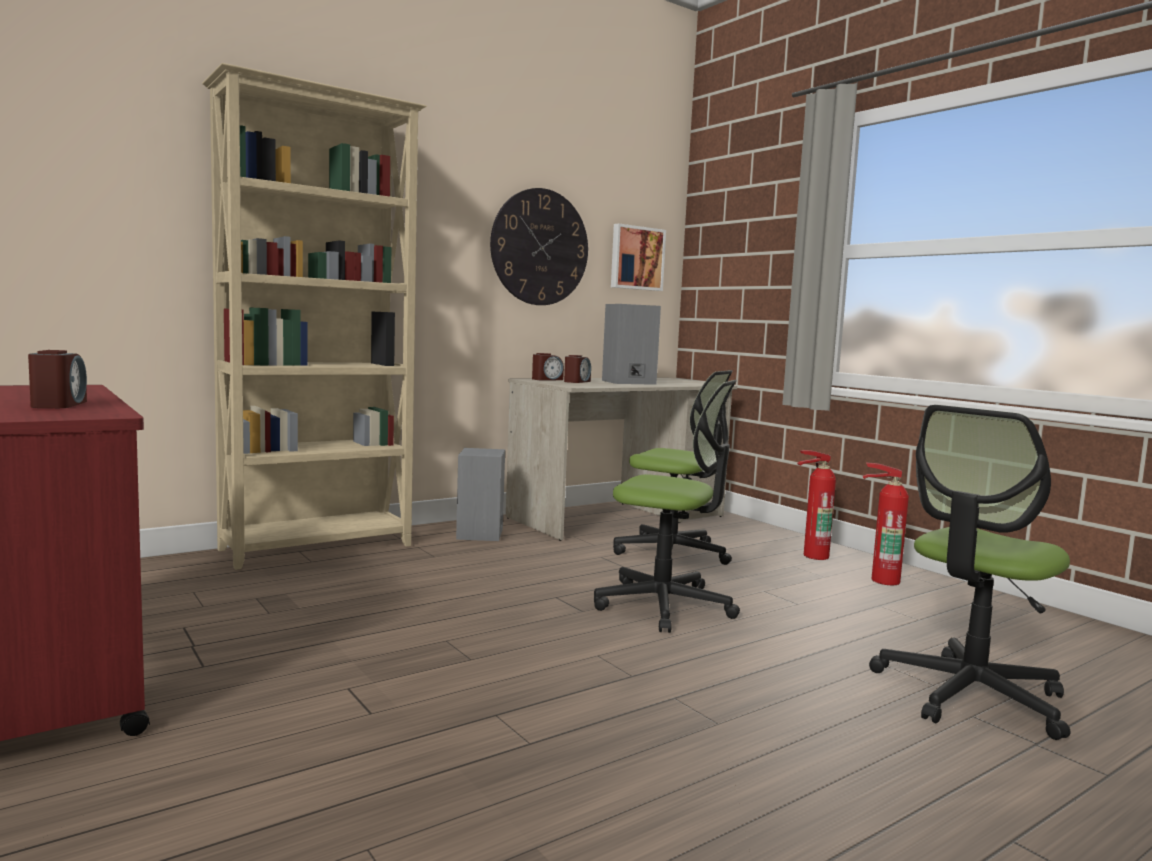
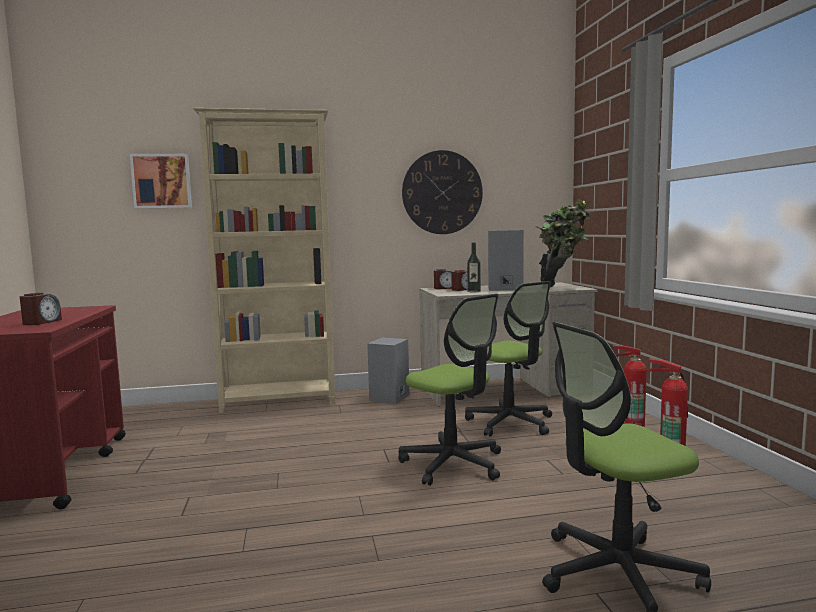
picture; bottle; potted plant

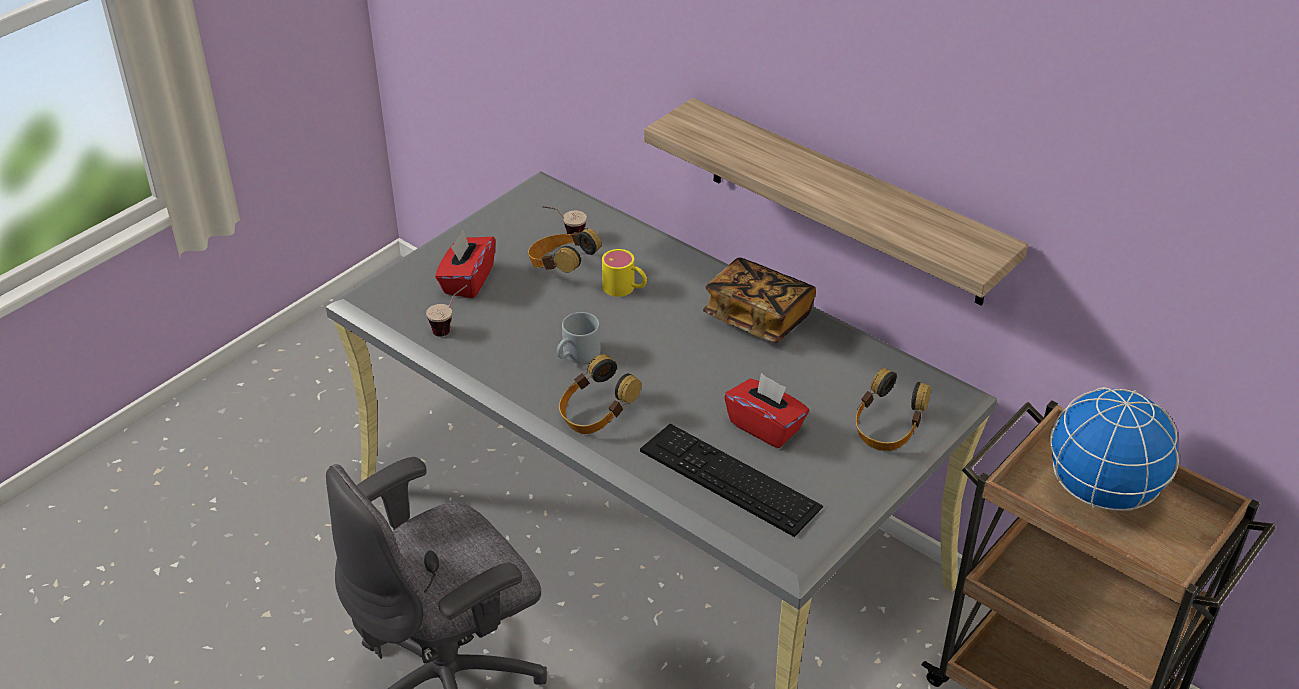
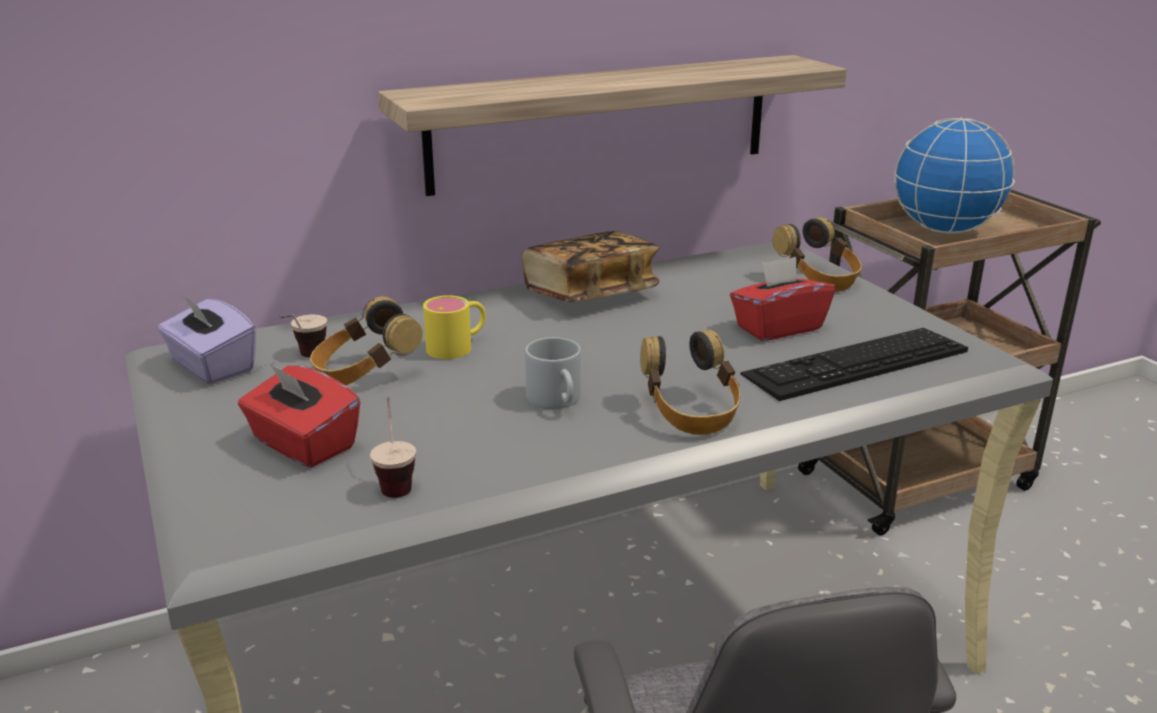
purple tissue box

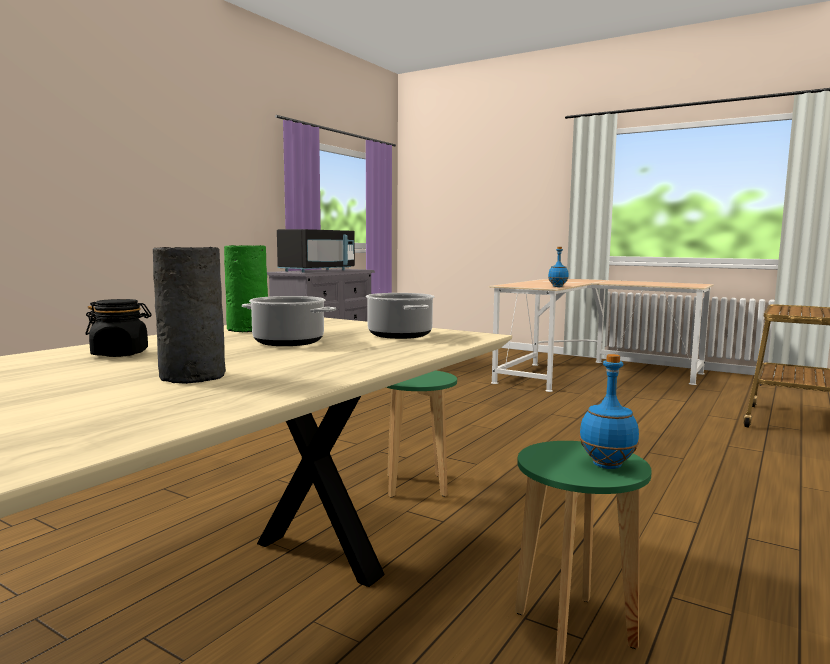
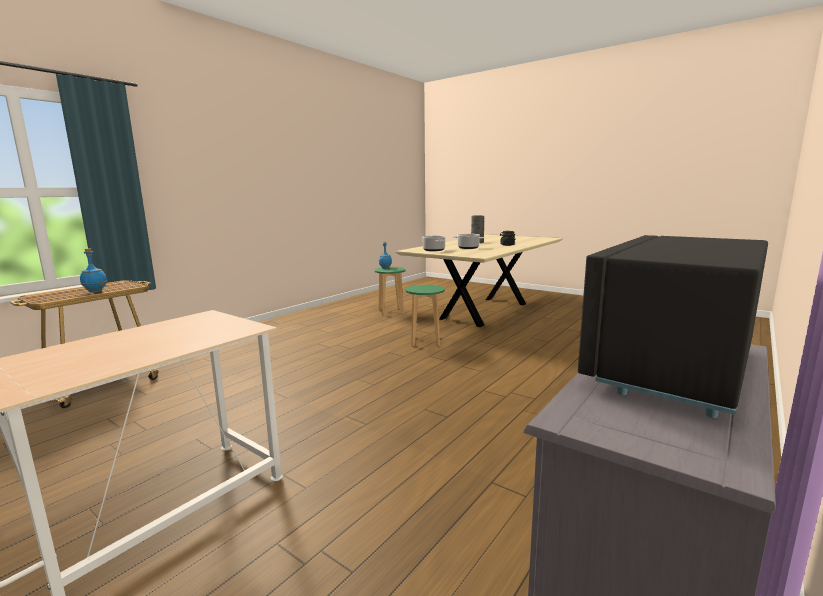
green vase; blue bottle (no. 1 from left)

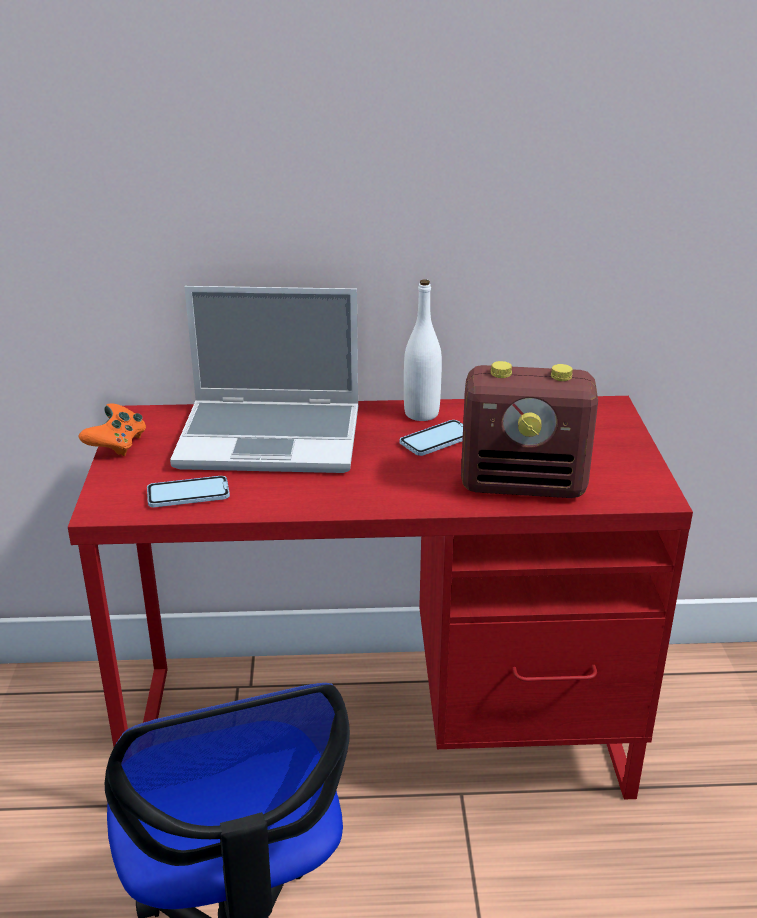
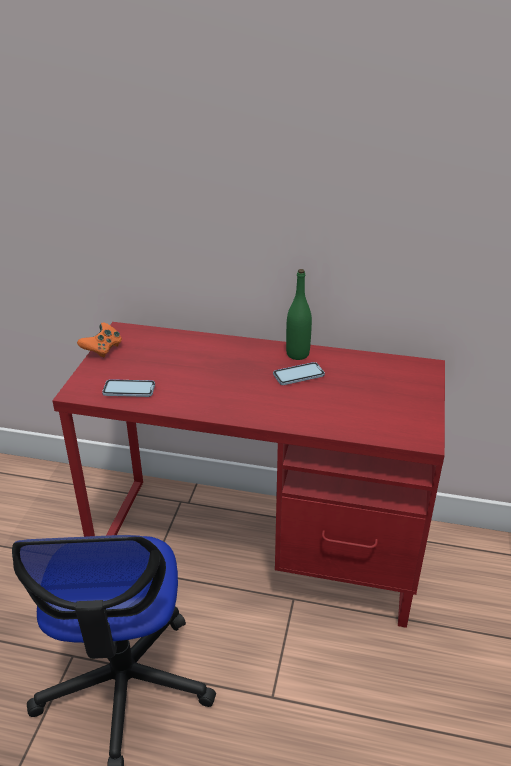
laptop; green bottle; radio

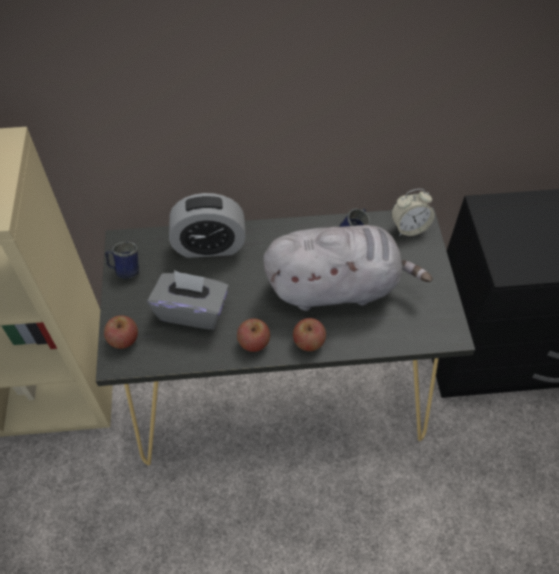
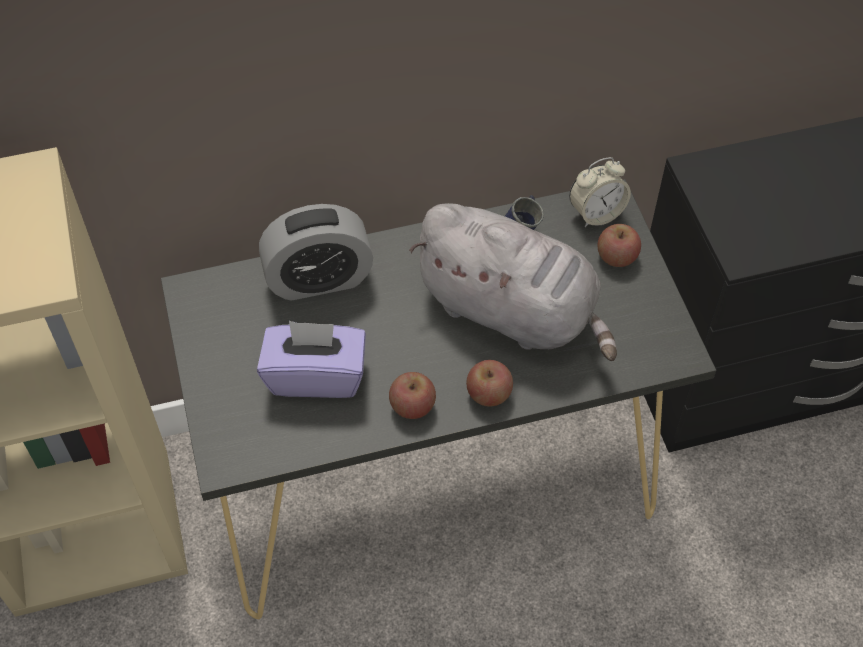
apple (no. 3 from left); blue mug (no. 1 from left in the first image); purple tissue box; grey plush toy

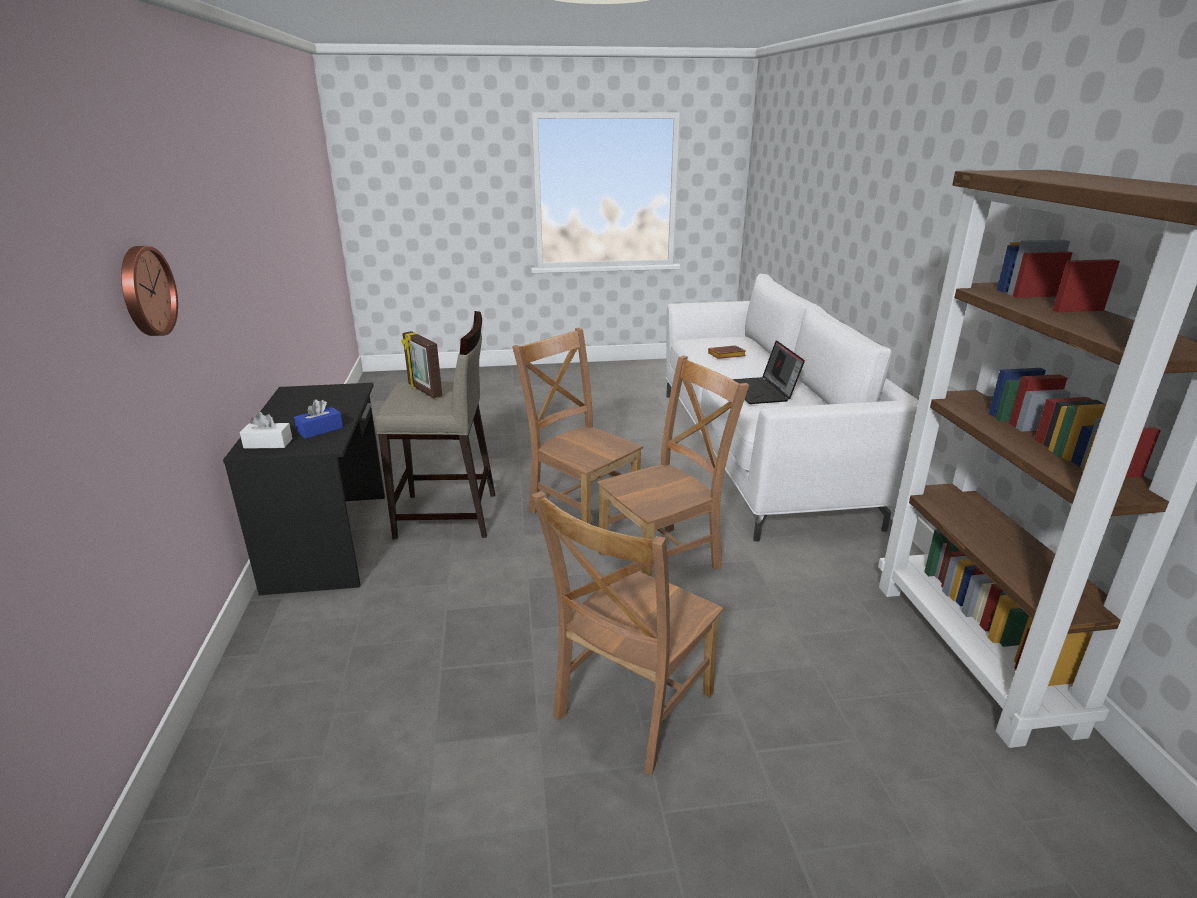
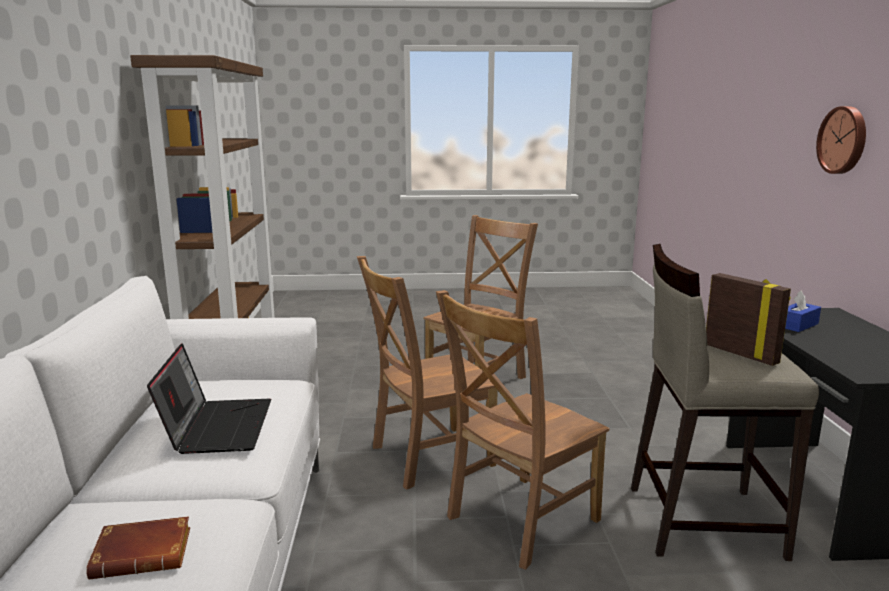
white tissue box; brown chair (no. 3 from left)

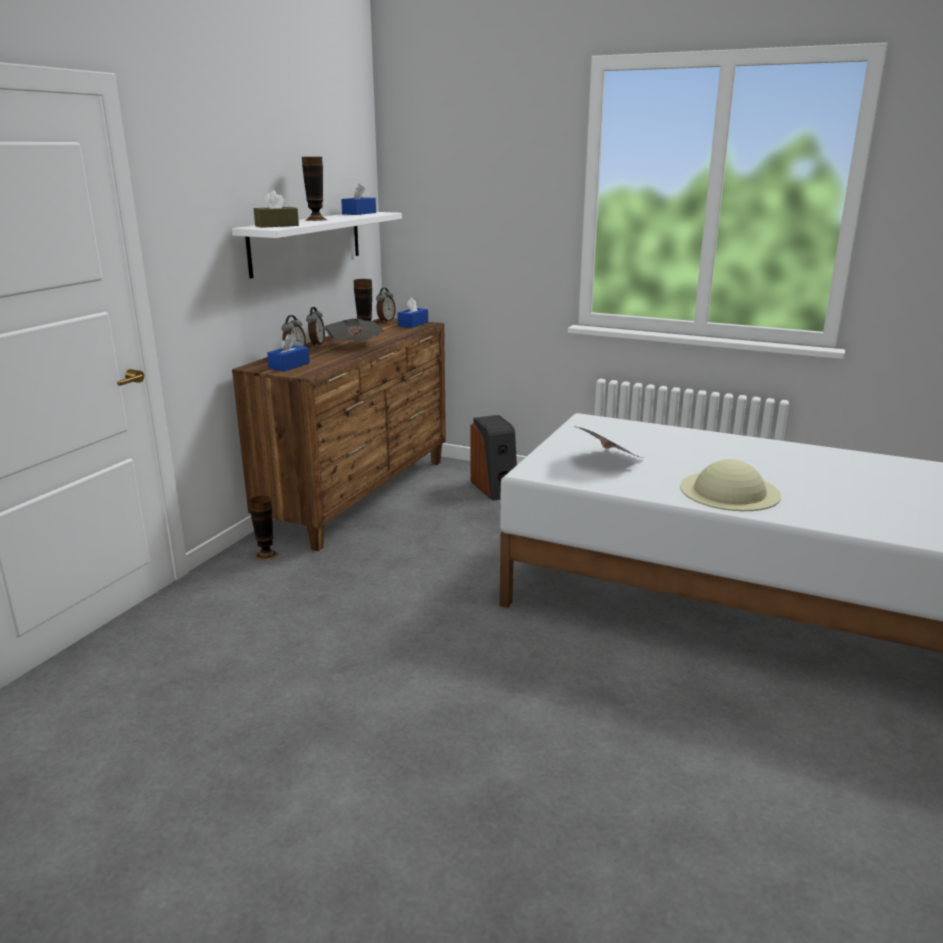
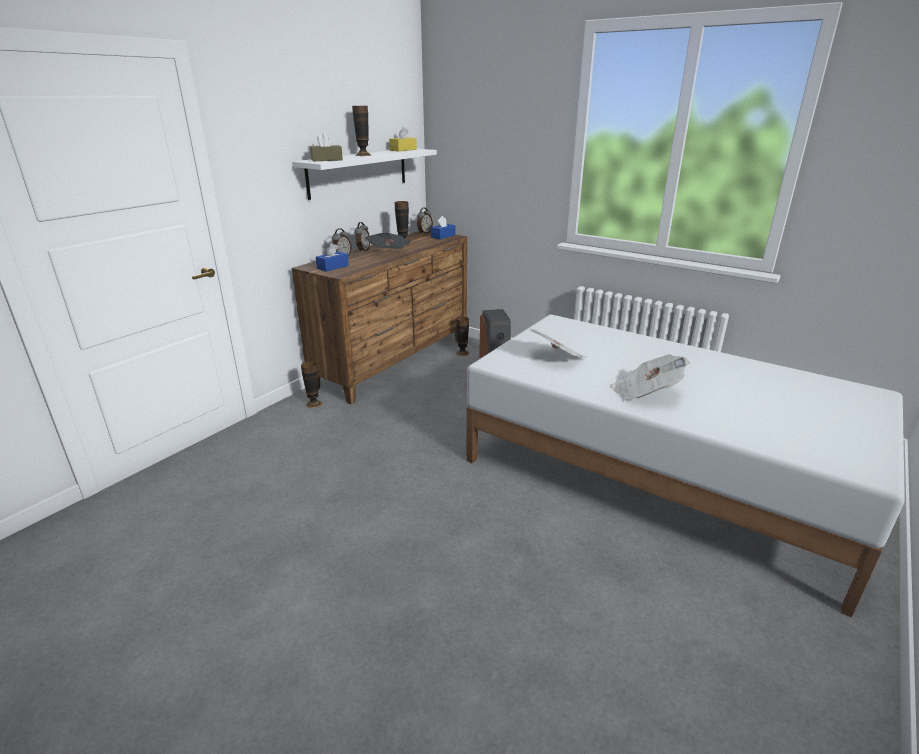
yellow tissue box; newspaper (no. 3 from left); vase (no. 4 from left)

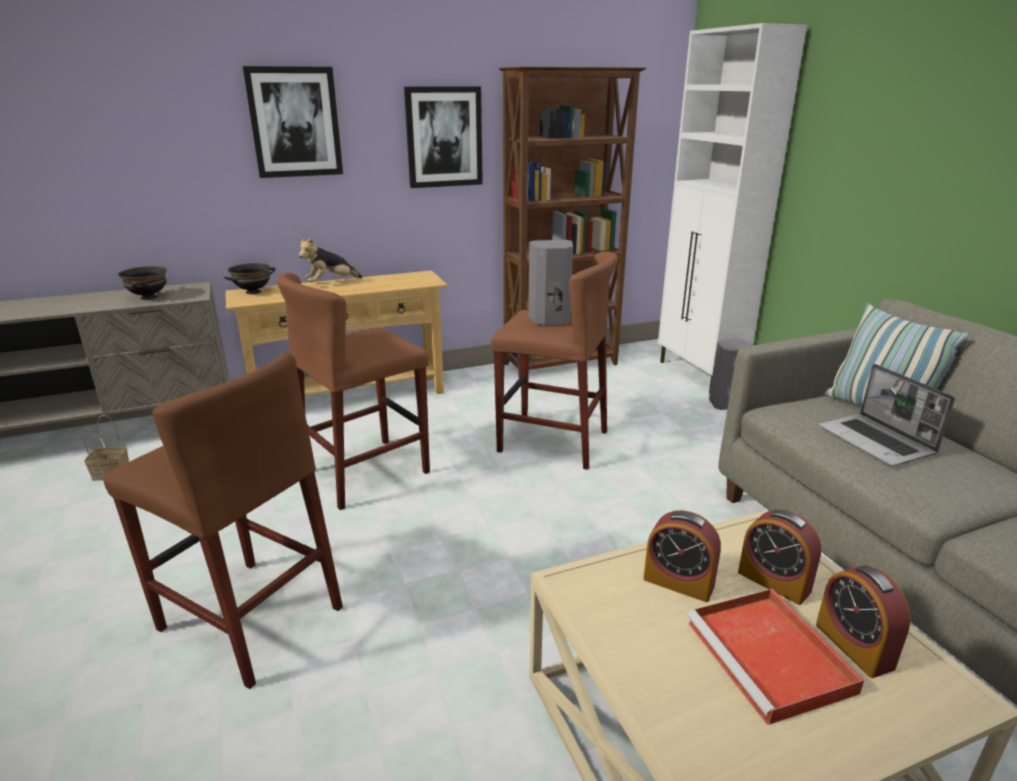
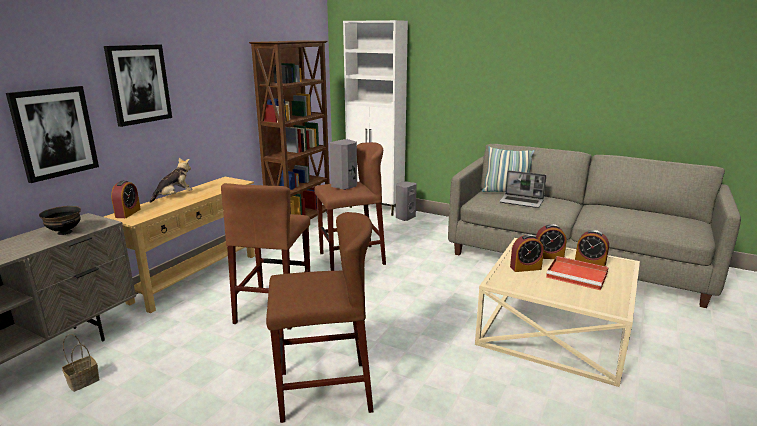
alarm clock (no. 1 from left); plush toy; picture (no. 1 from left)

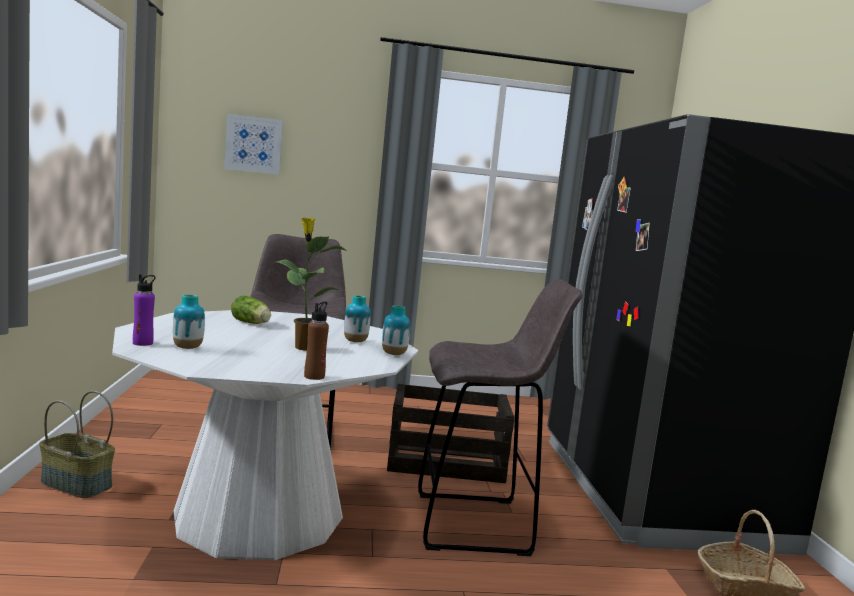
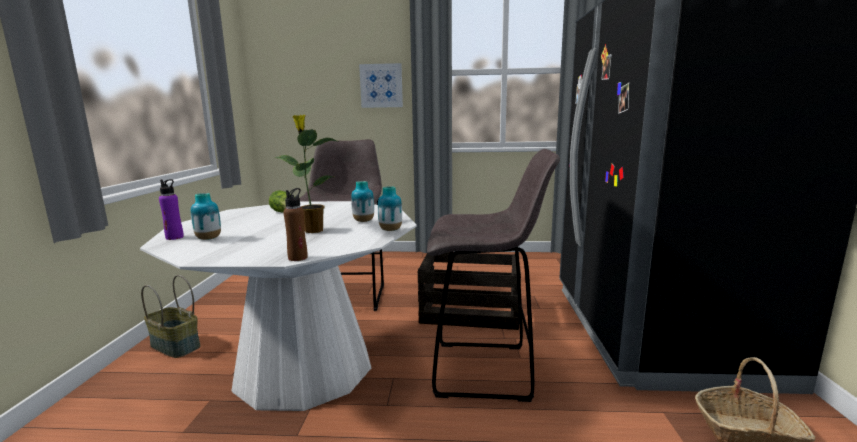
picture

